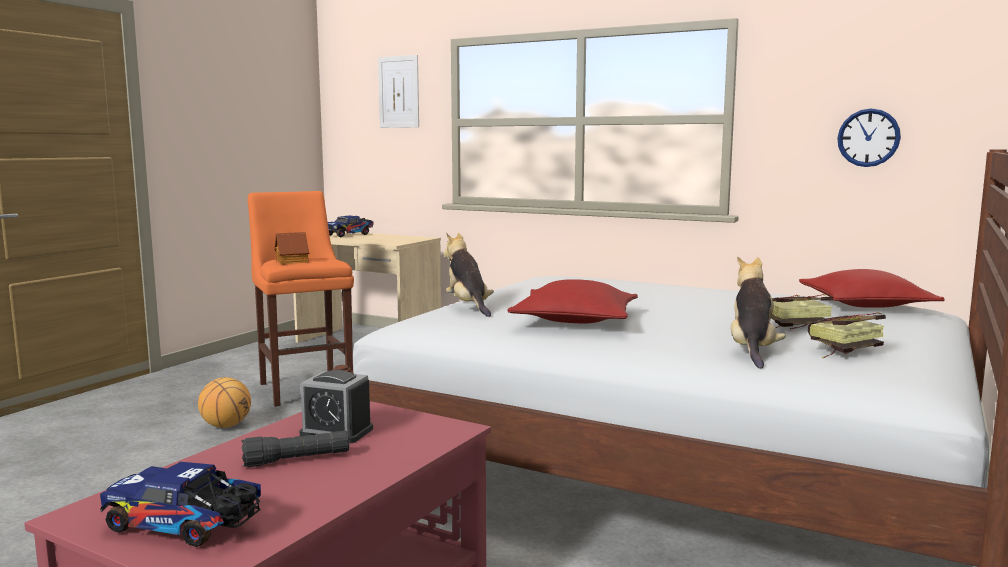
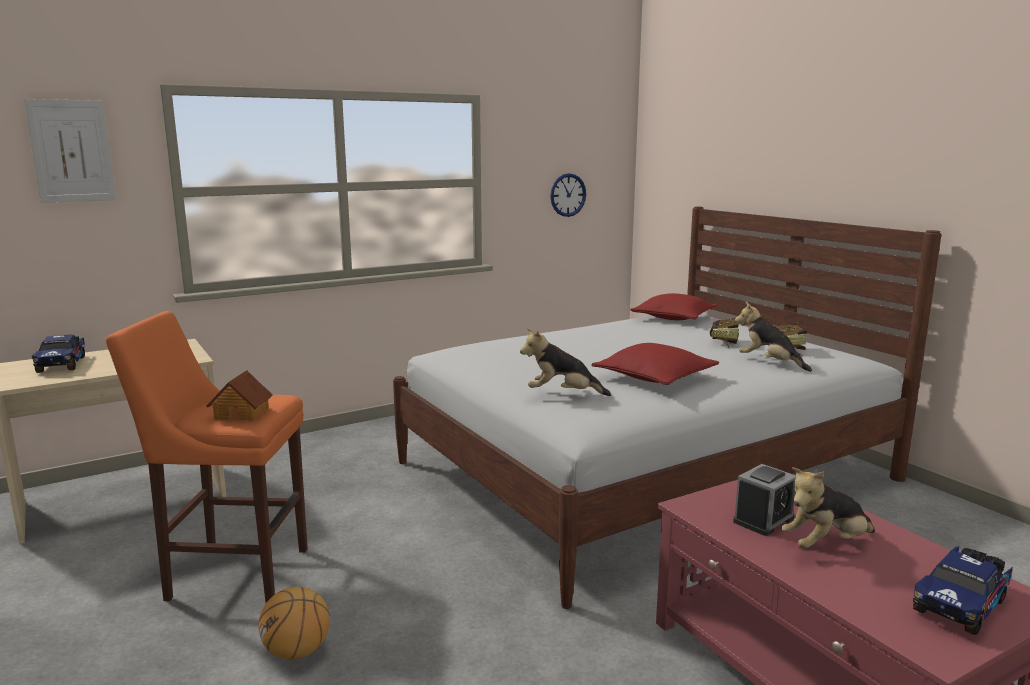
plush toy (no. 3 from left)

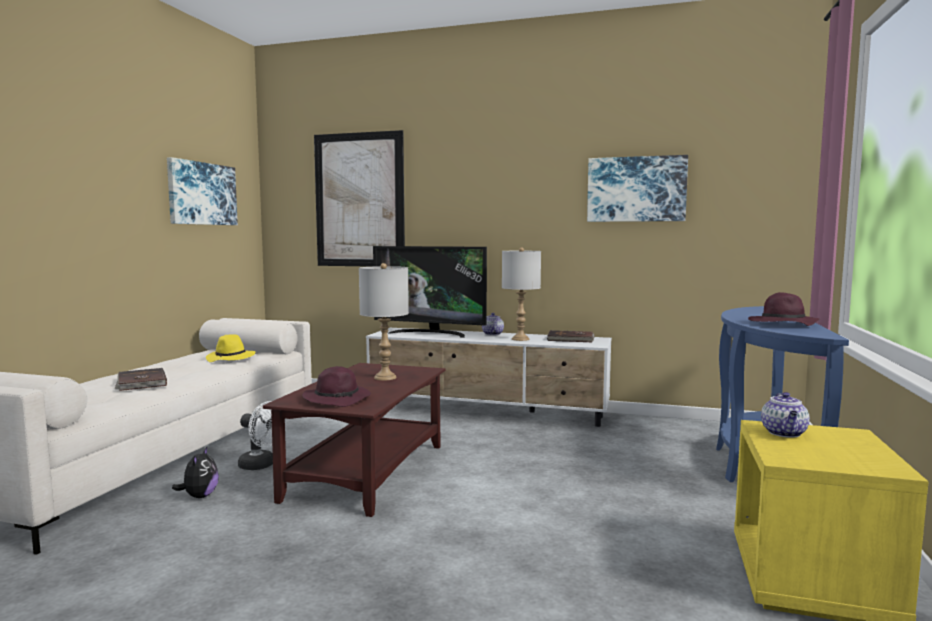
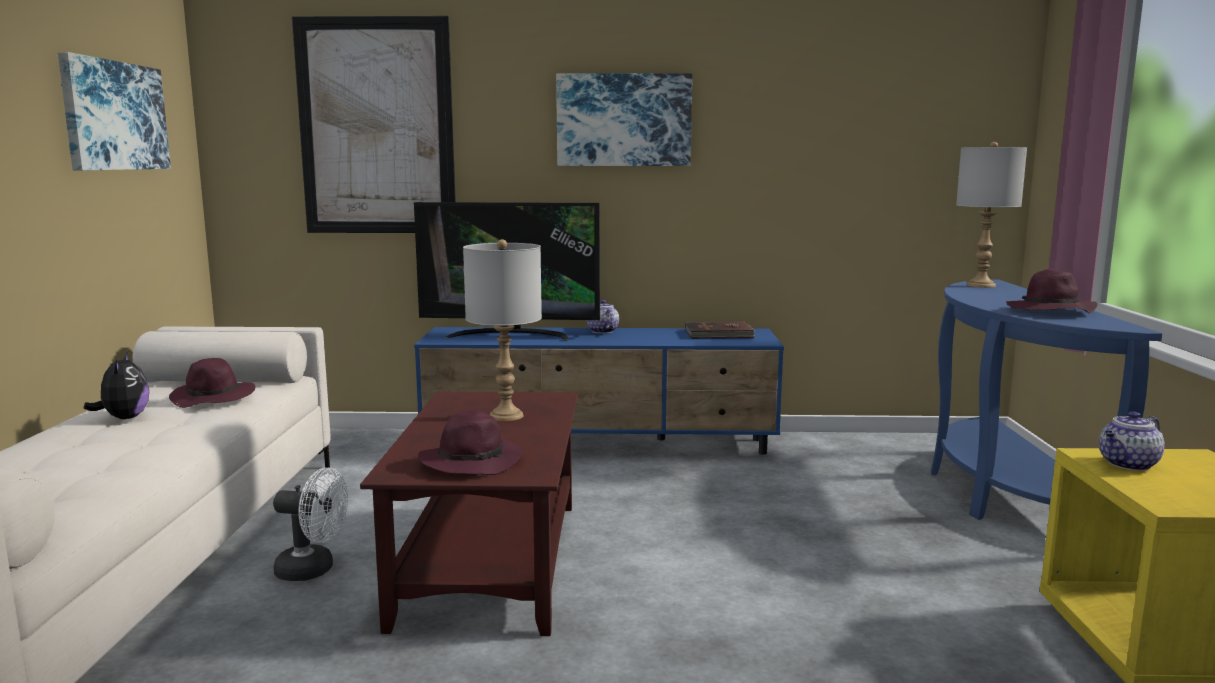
brown book (no. 1 from left in the first image); plush toy; purple hat (no. 1 from left); blue tv stand; grey table lamp (no. 2 from left); picture (no. 3 from left); teapot (no. 2 from left)

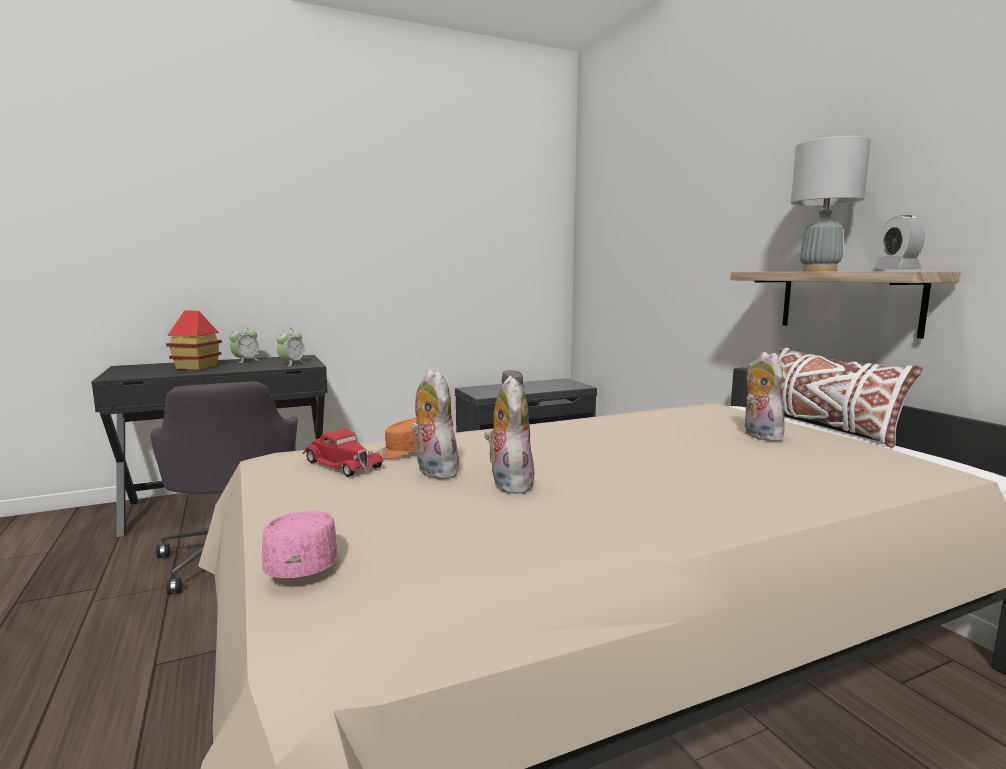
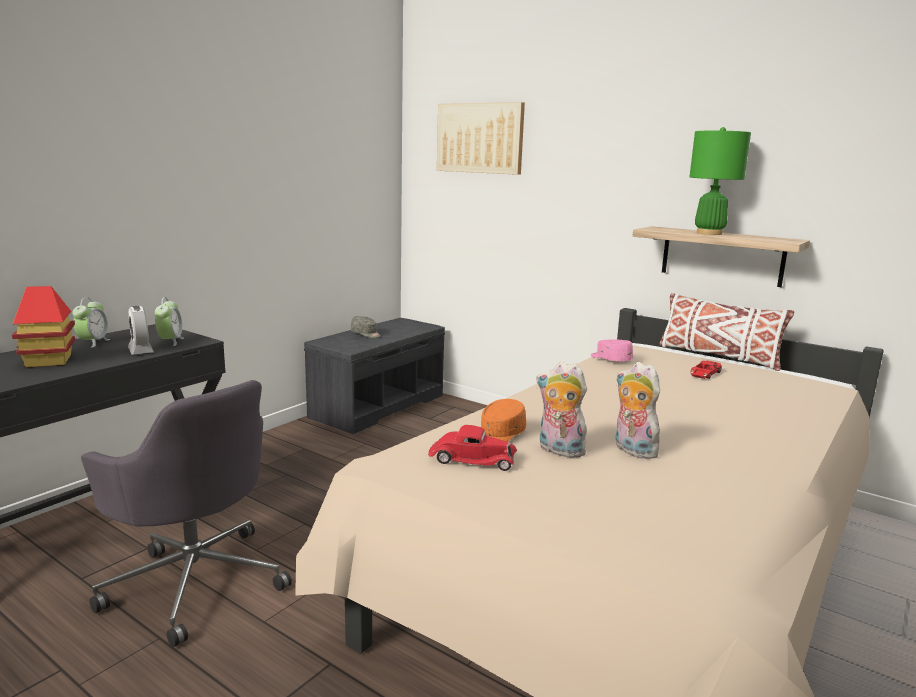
pink cap; red toy car (no. 2 from left); green table lamp; alarm clock (no. 2 from left); picture

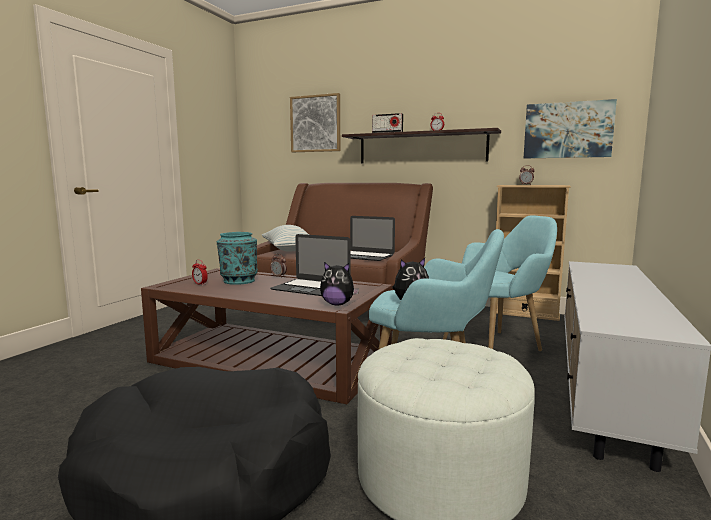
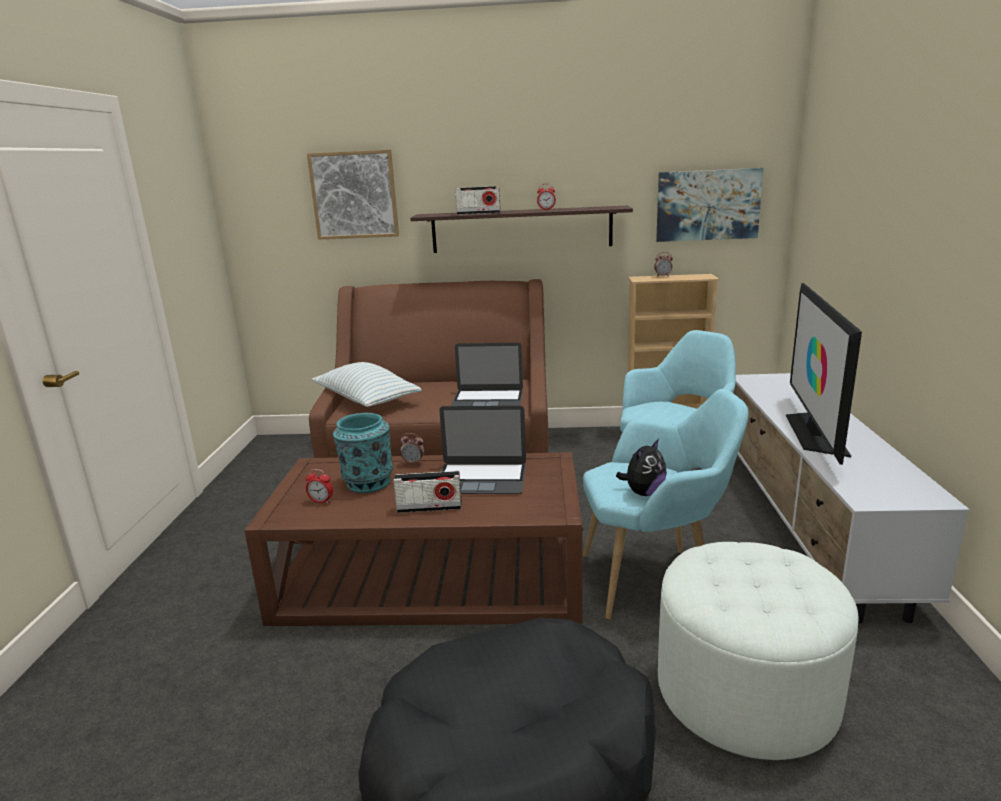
plush toy (no. 1 from left in the first image); radio (no. 1 from left); television

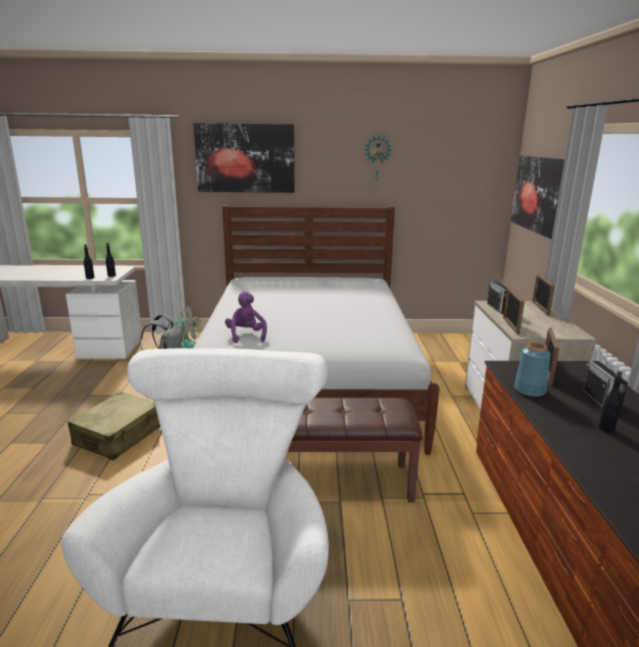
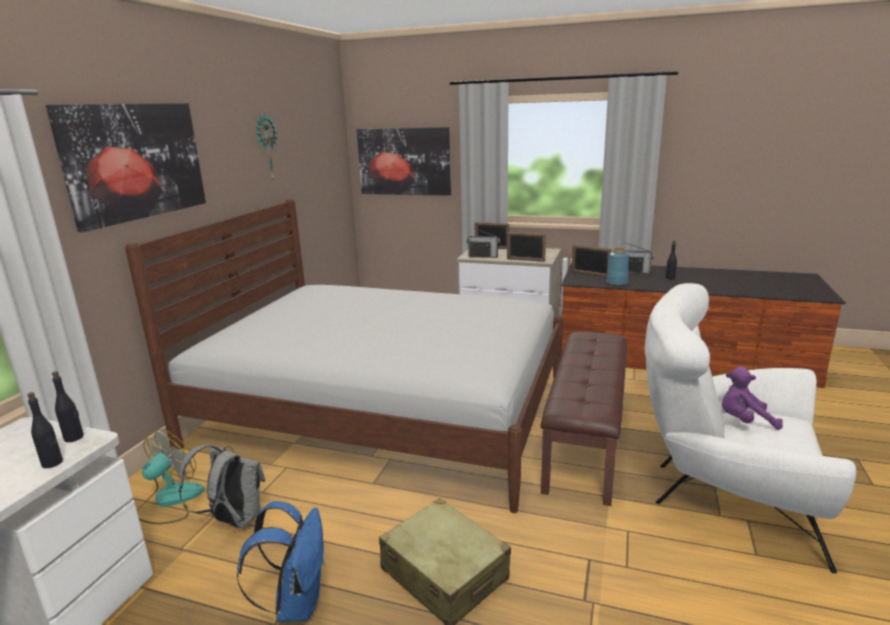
purple plush toy; blue backpack

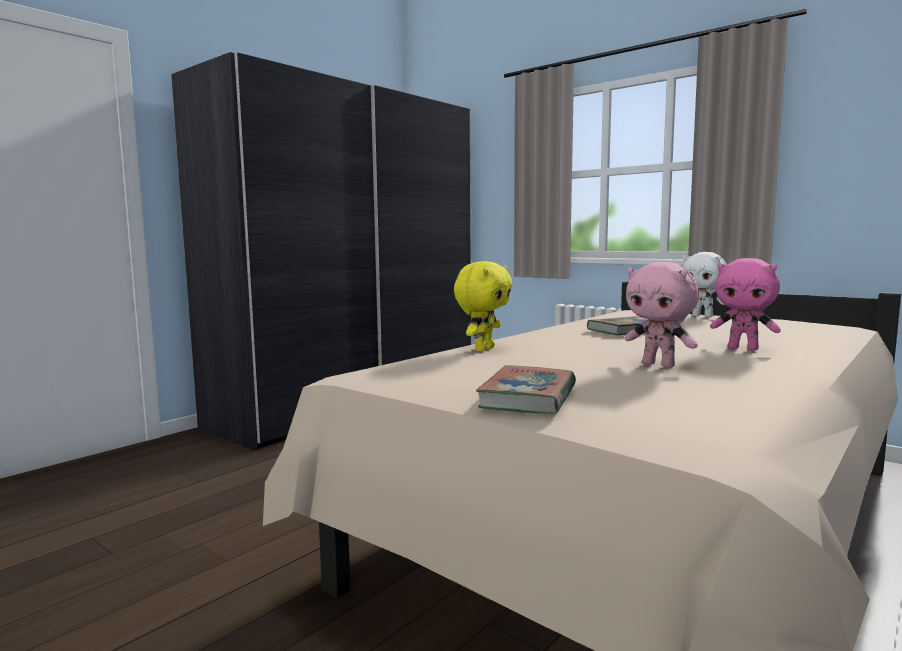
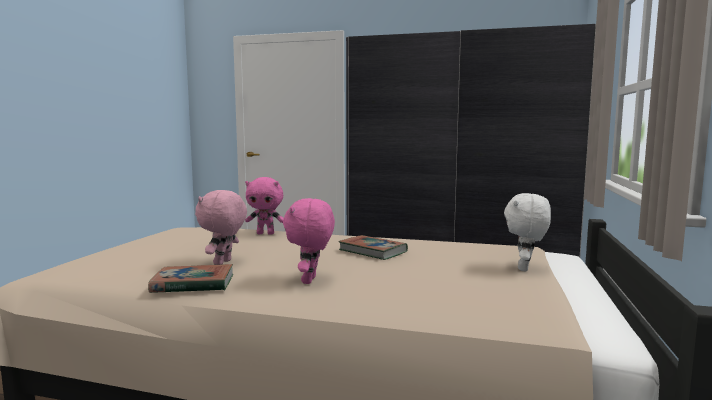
pink plush toy (no. 2 from left); book (no. 1 from left)

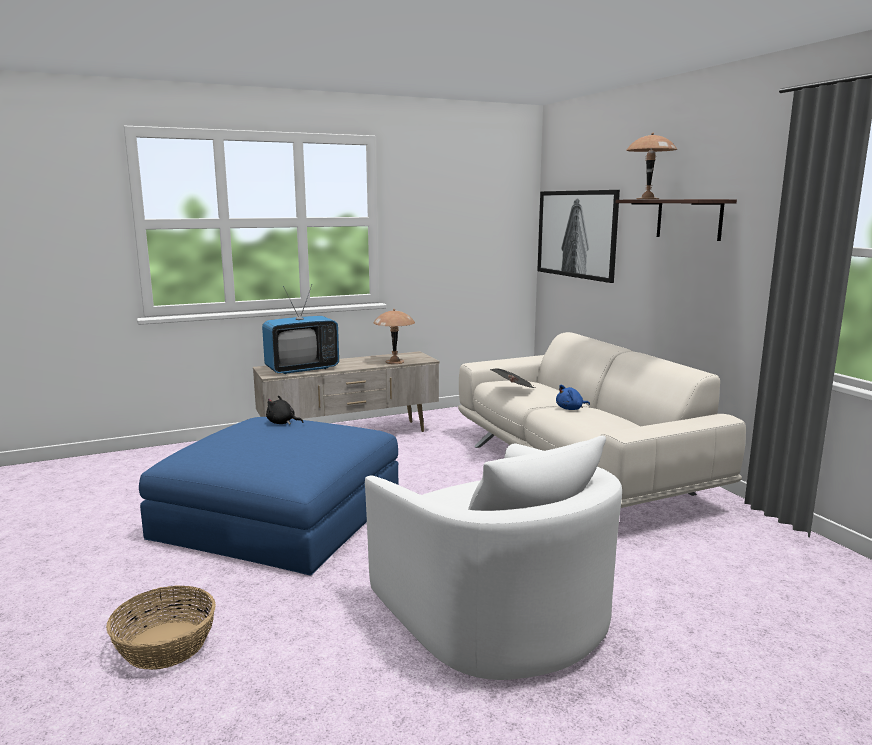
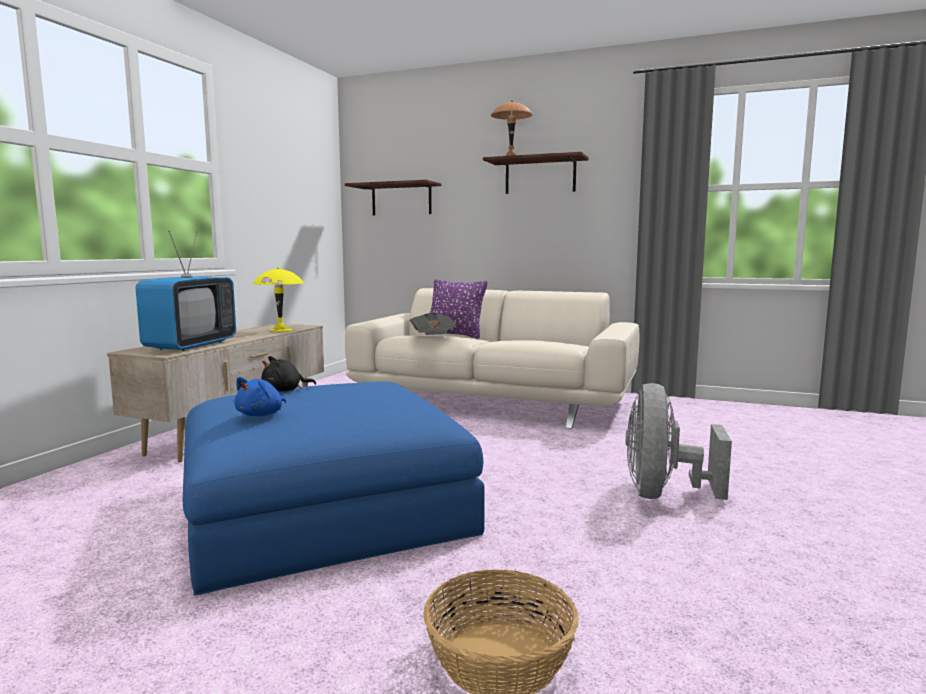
grey fan; yellow table lamp; shelf (no. 1 from left); blue plush toy; purple pillow

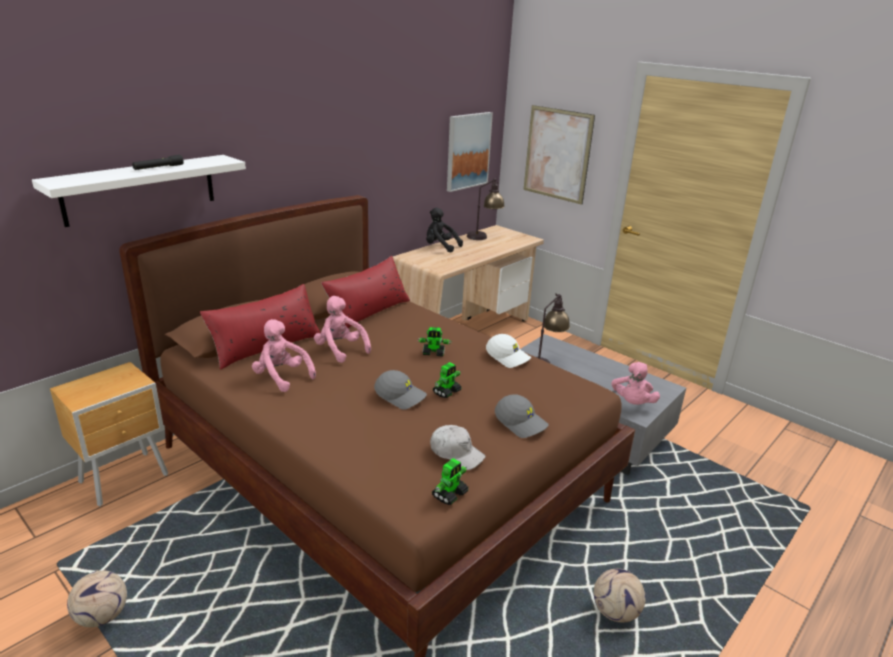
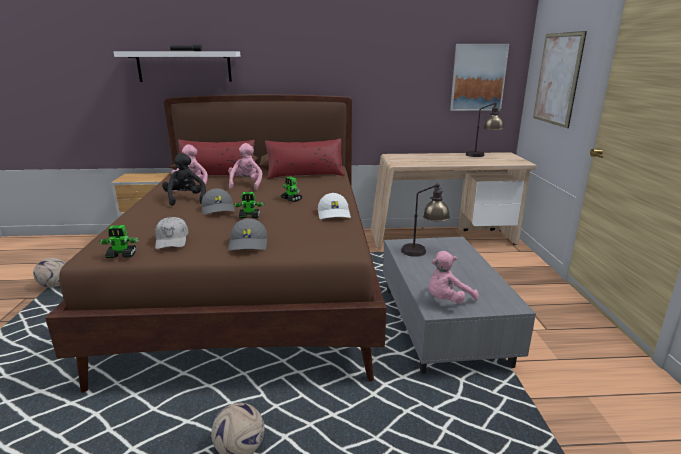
black plush toy

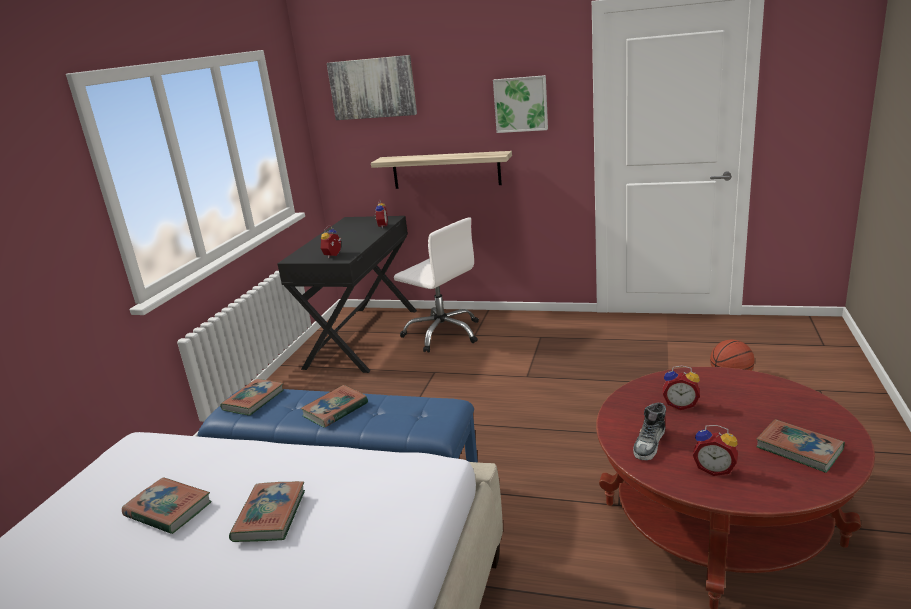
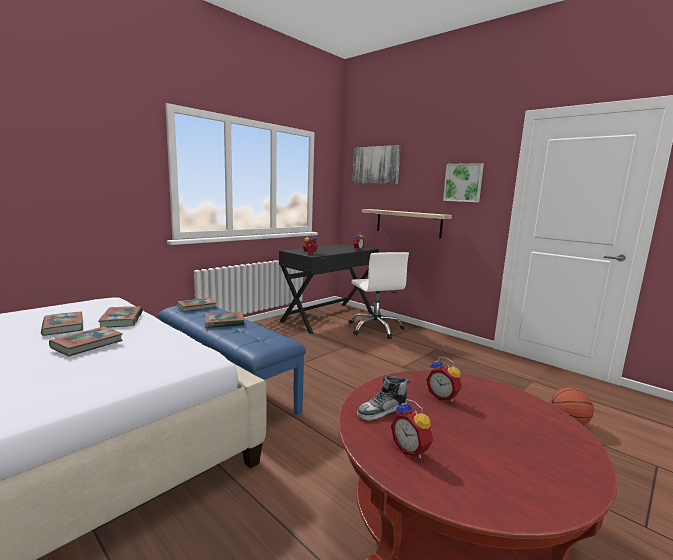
book (no. 3 from left)

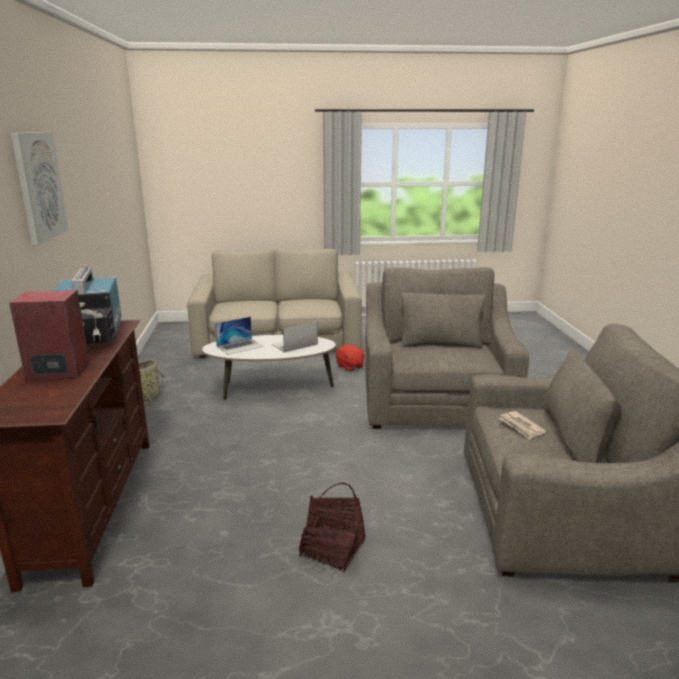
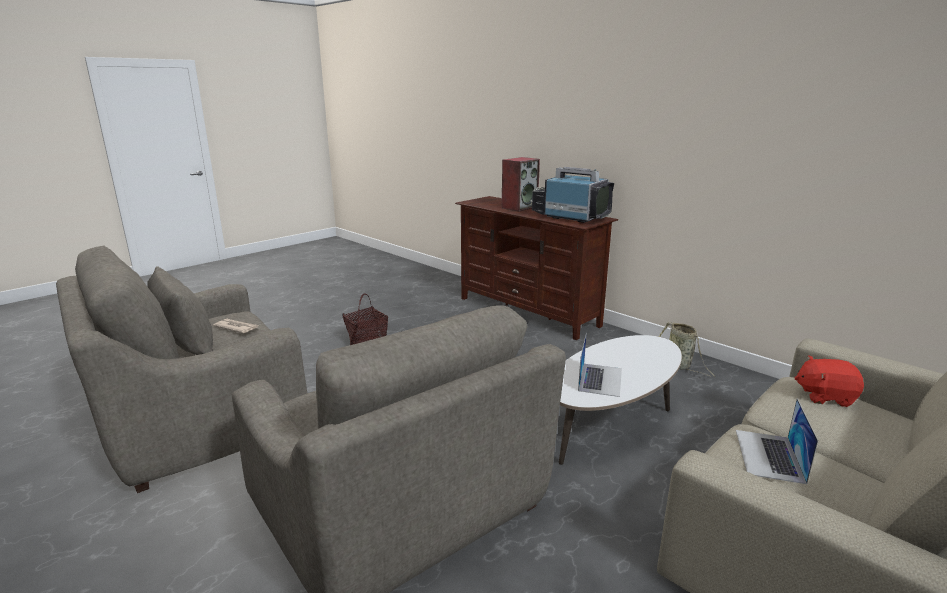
picture; laptop (no. 2 from left); red plush toy

